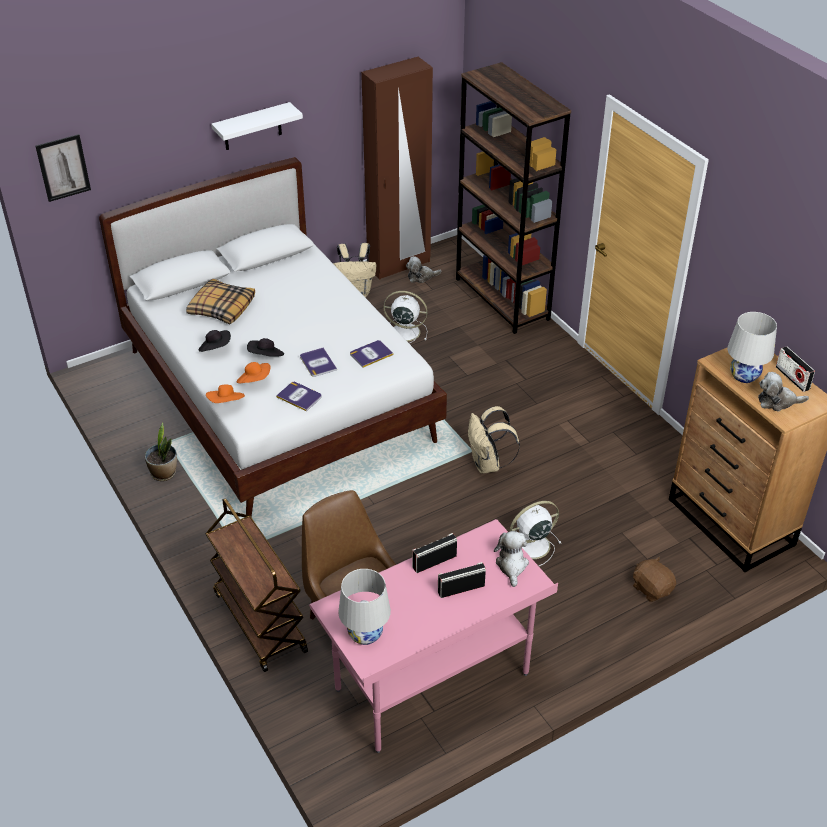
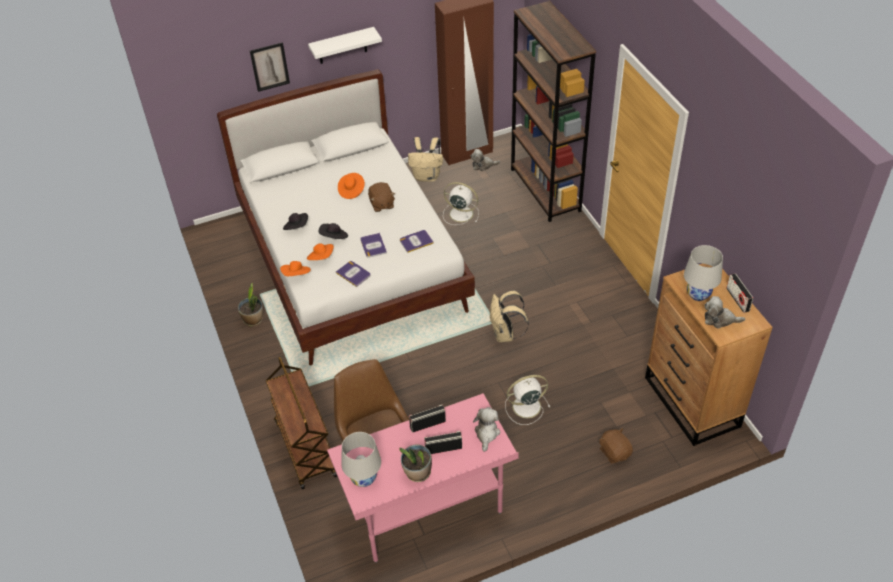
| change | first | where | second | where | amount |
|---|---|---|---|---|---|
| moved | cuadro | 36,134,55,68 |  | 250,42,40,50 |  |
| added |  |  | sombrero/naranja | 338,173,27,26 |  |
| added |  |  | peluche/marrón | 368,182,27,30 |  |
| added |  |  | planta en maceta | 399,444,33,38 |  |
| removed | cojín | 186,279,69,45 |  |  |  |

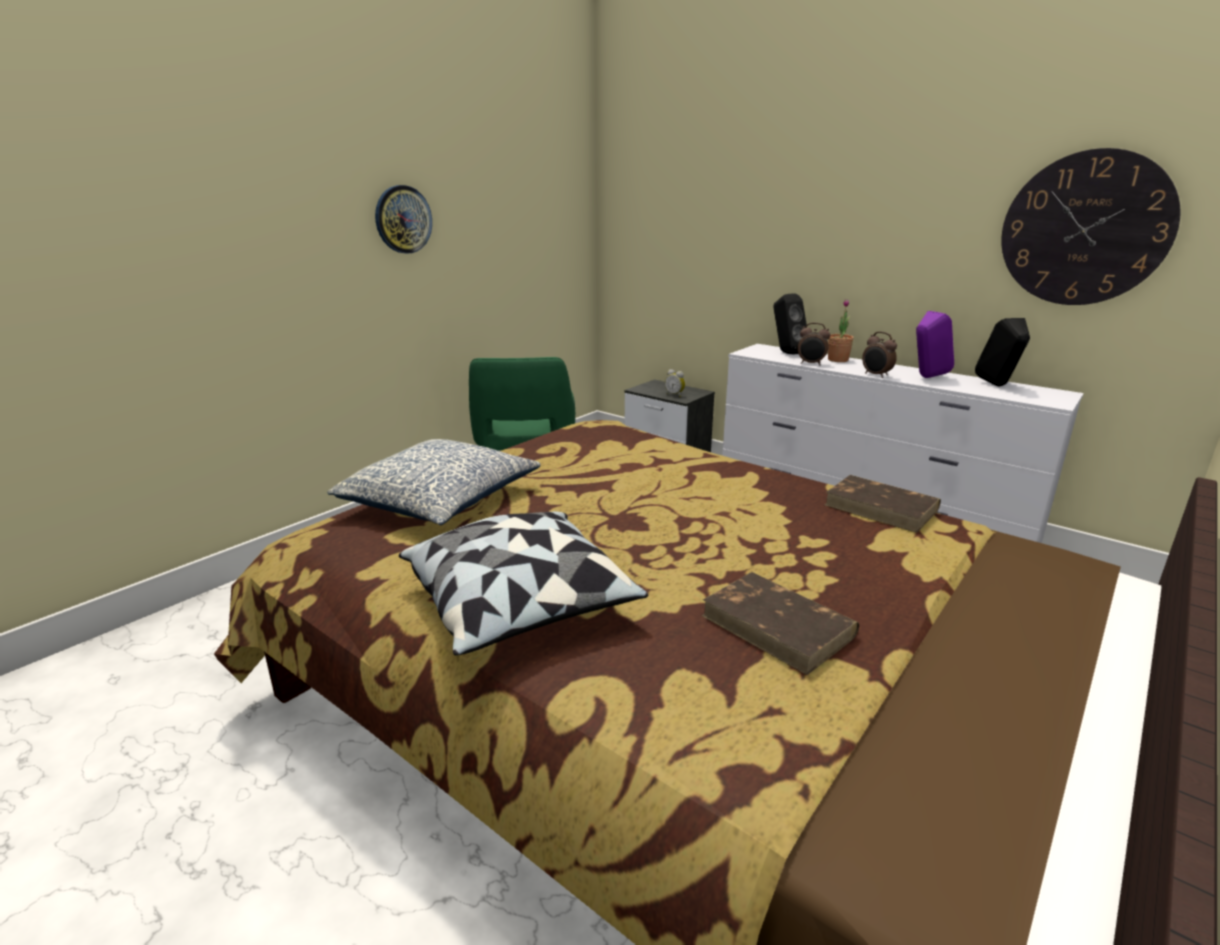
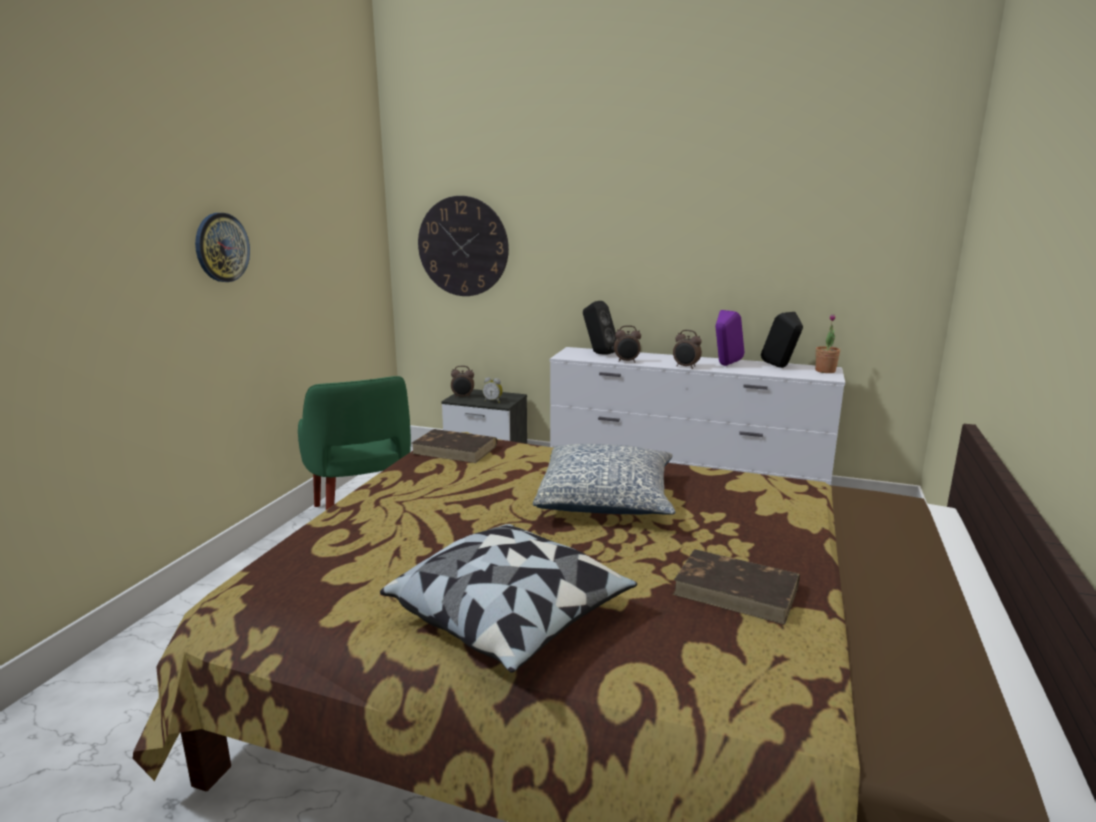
| change | first | where | second | where | amount |
|---|---|---|---|---|---|
| moved | libro/marrón | 825,475,116,58 |  | 412,429,85,34 |  |
| moved | reloj de pared | 1001,148,180,157 |  | 418,196,91,100 |  |
| added |  |  | despertador | 451,366,23,32 |  |
| moved | cojín | 327,439,214,86 |  | 533,444,142,71 |  |
| moved | planta en maceta | 828,299,26,63 |  | 815,314,25,59 |  |

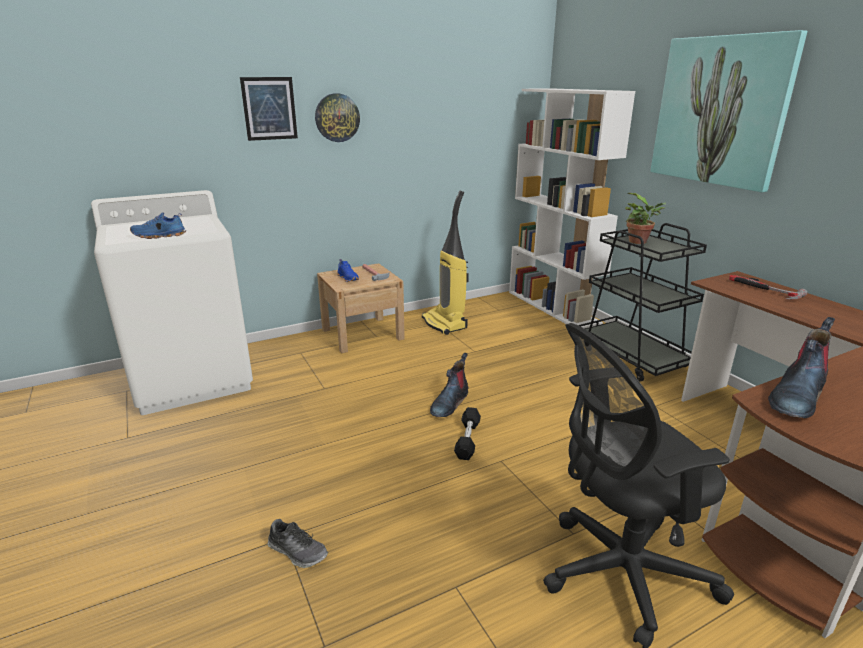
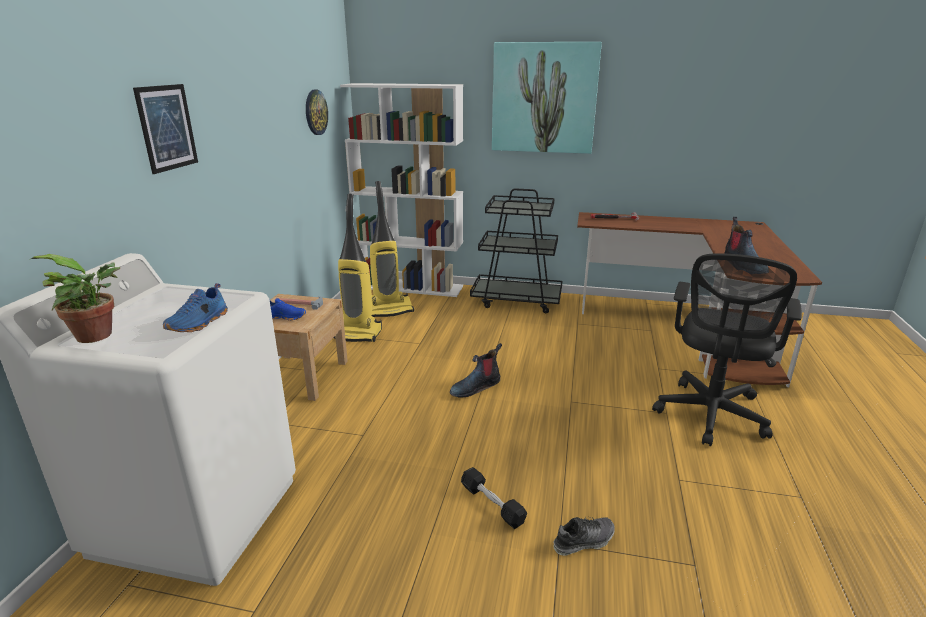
| change | first | where | second | where | amount |
|---|---|---|---|---|---|
| moved | planta en maceta | 625,193,41,51 |  | 31,254,89,89 |  |
| moved | reloj de pared | 315,93,45,49 |  | 306,90,22,45 |  |
| added |  |  | aspiradora | 370,181,44,136 |  |
| turned | bota | 430,353,38,64 |  | 450,343,52,55 | 75 degrees clockwise |
| moved | mancuerna/negro | 454,407,27,53 |  | 461,467,66,62 |  |

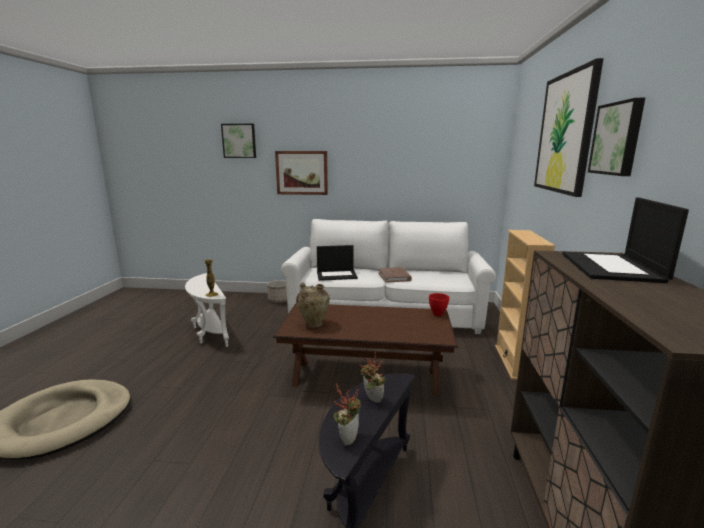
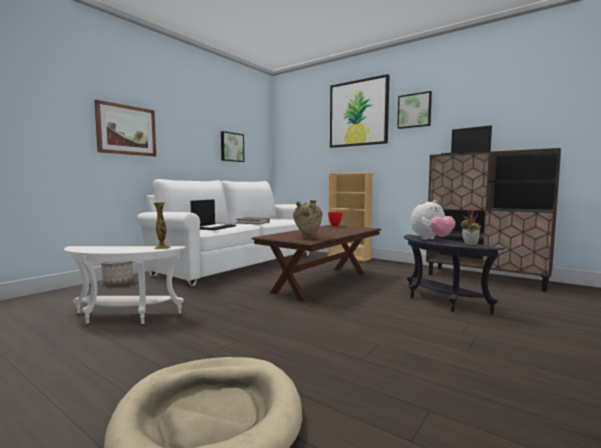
| change | first | where | second | where | amount |
|---|---|---|---|---|---|
| moved | cuadro | 221,124,35,34 |  | 221,131,23,31 |  |
| replaced | planta en maceta | 360,352,25,51 | peluche | 411,200,45,40 |  |

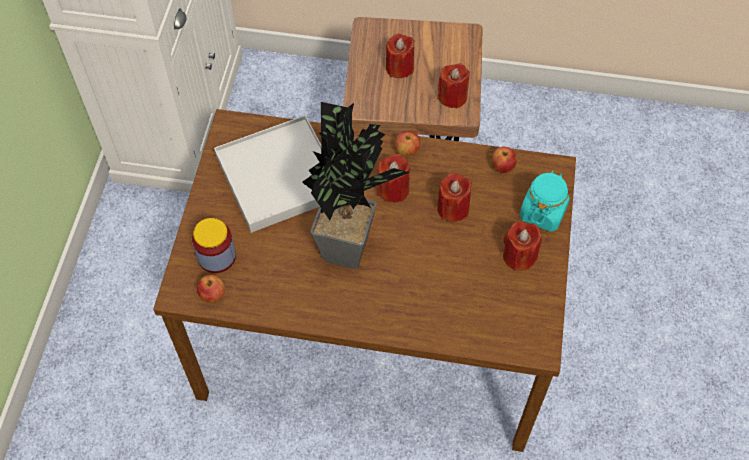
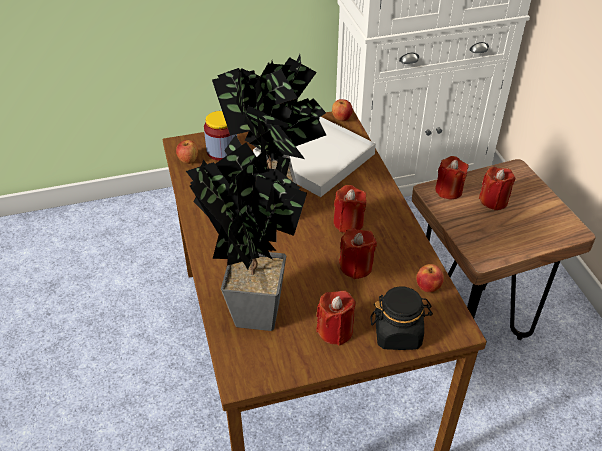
| change | first | where | second | where | amount |
|---|---|---|---|---|---|
| added |  |  | planta en maceta | 186,135,121,196 |  |
| moved | manzana | 395,131,25,25 |  | 332,99,21,22 |  |
| recoloured | tarro/turquesa | 520,170,50,62 | tarro/negro | 371,286,62,64 |  |
| moved | vela/rojo | 437,63,33,46 |  | 435,156,33,43 |  |

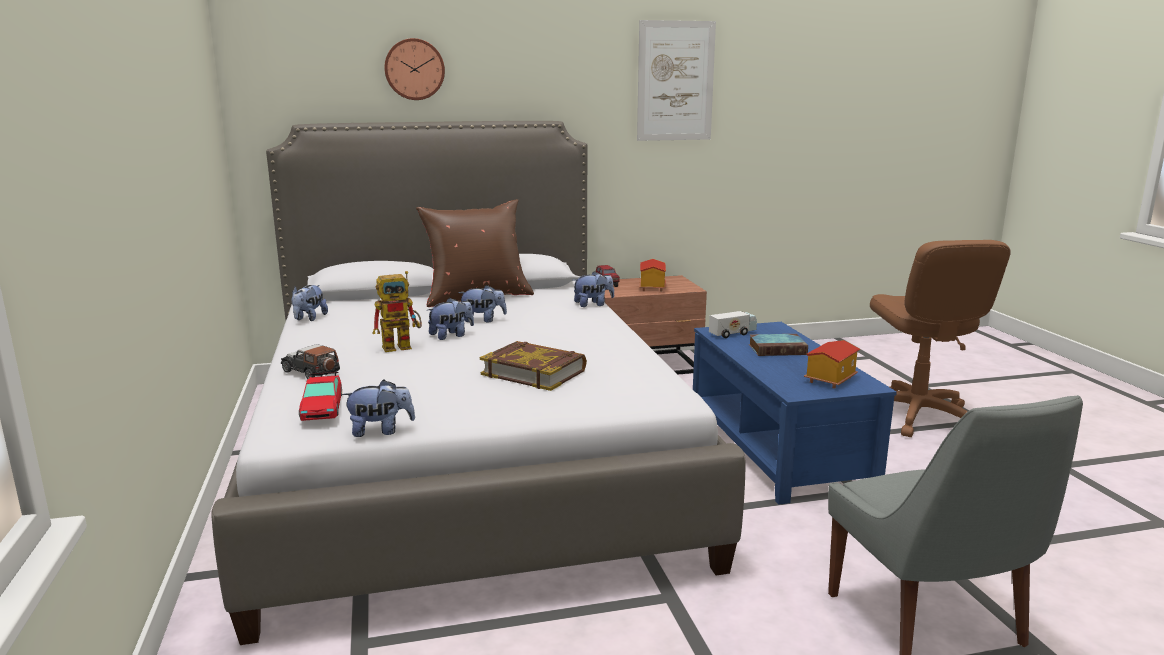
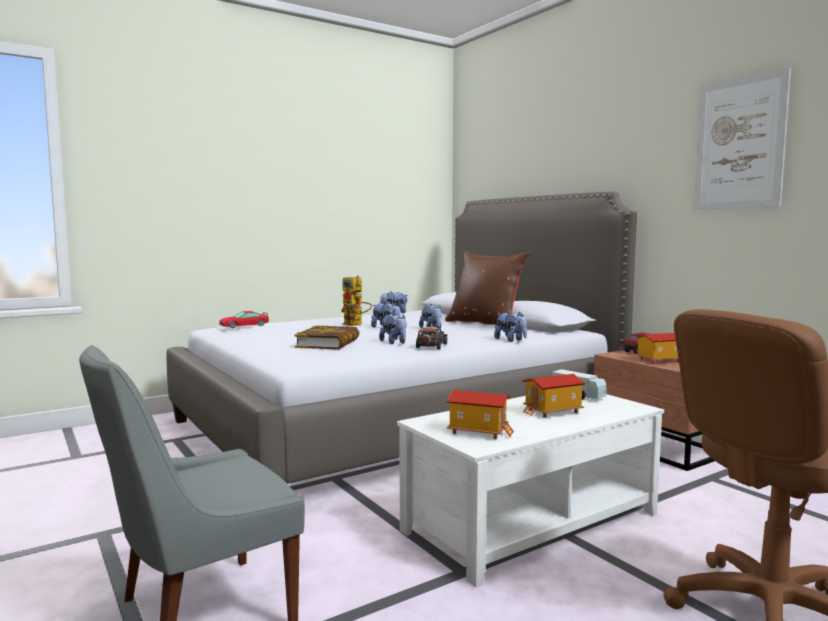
| change | first | where | second | where | amount |
|---|---|---|---|---|---|
| moved | peluche | 342,379,73,58 |  | 379,314,28,30 |  |
| recoloured | mesa de centro/azul | 693,322,204,183 | mesa de centro/blanco | 397,394,267,193 |  |
| moved | coche de juguete | 281,344,59,35 |  | 416,327,32,22 |  |
| replaced | libro | 749,334,59,22 | casita | 522,374,63,44 |  |
| removed | reloj de pared | 384,38,61,62 |  |  |  |

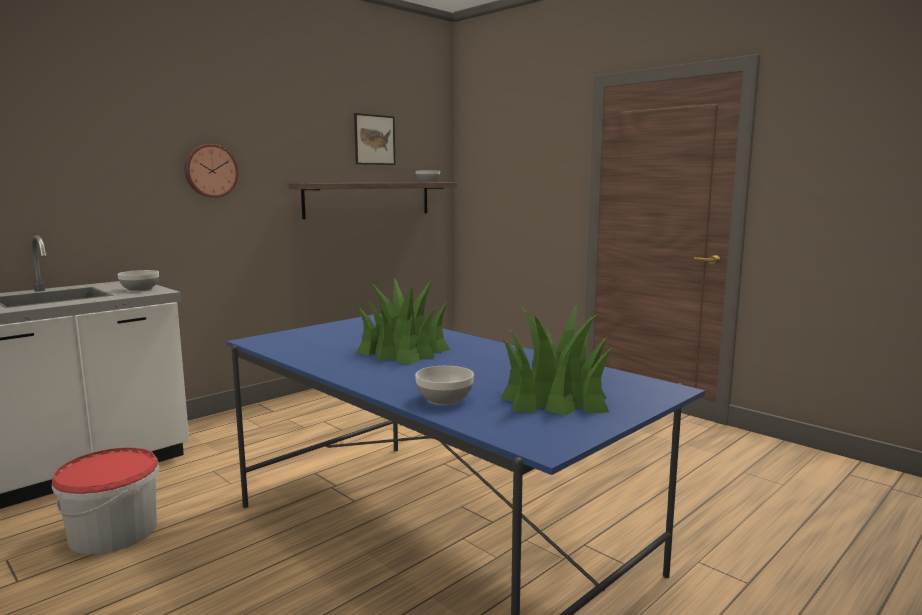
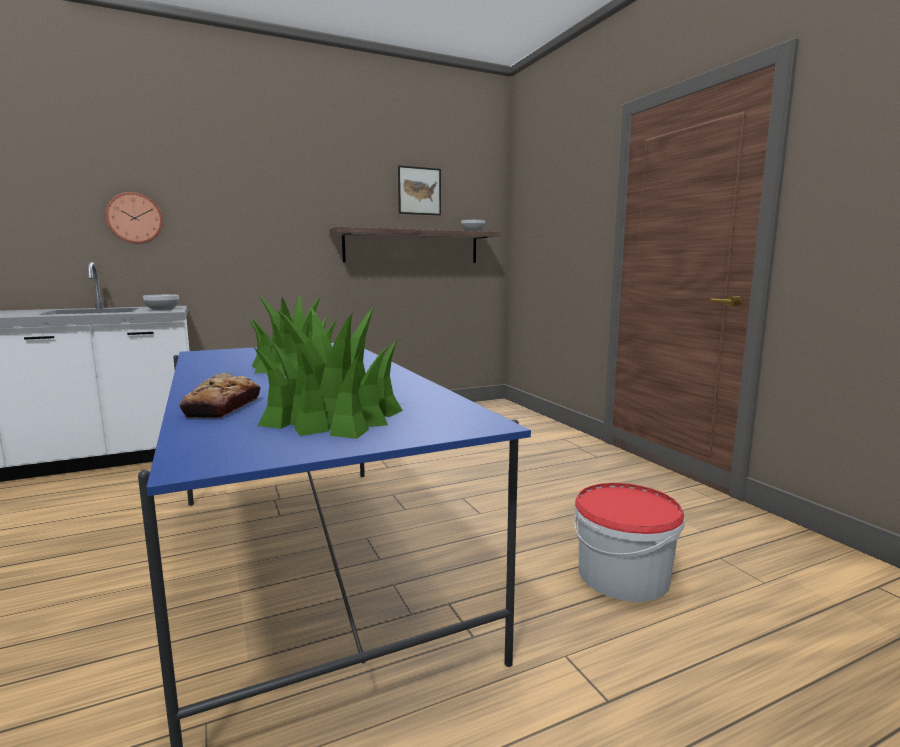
| change | first | where | second | where | amount |
|---|---|---|---|---|---|
| moved | reloj de pared | 184,144,55,54 |  | 105,192,58,52 |  |
| replaced | cuenco | 415,366,59,39 | pan | 180,373,80,45 |  |
| moved | cubo | 52,447,107,108 |  | 574,483,111,119 |  |

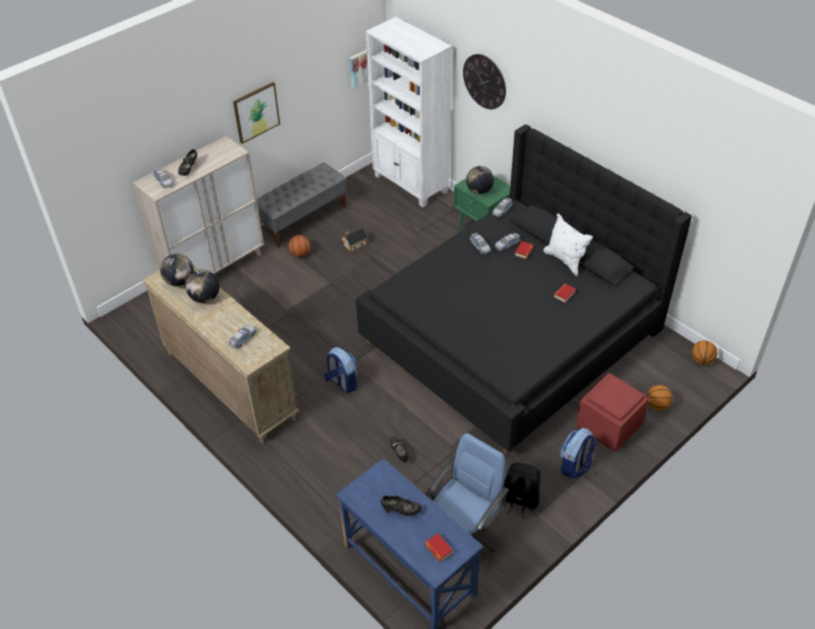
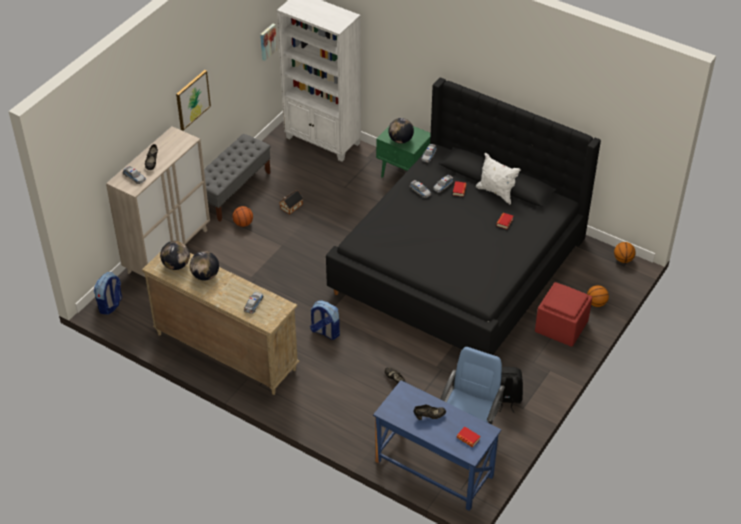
| change | first | where | second | where | amount |
|---|---|---|---|---|---|
| moved | mochila | 560,428,36,50 |  | 94,272,28,43 |  |
| removed | reloj de pared | 463,54,43,55 |  |  |  |

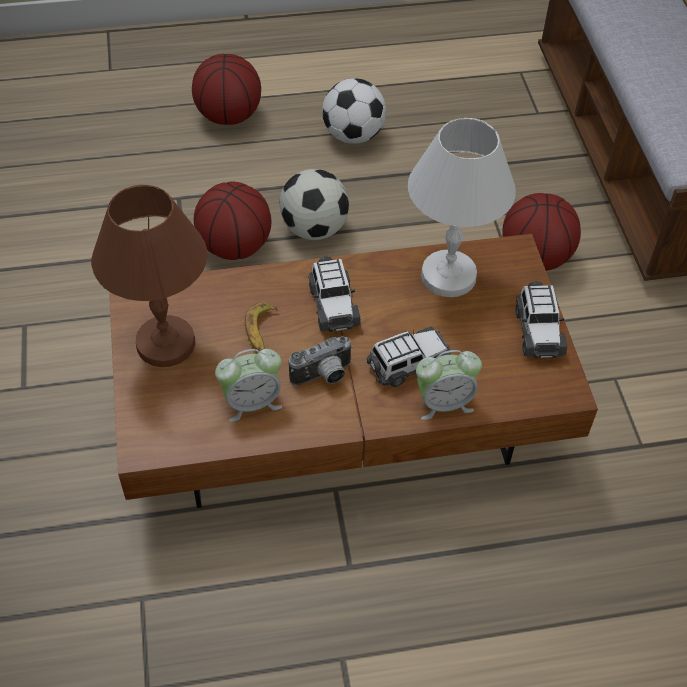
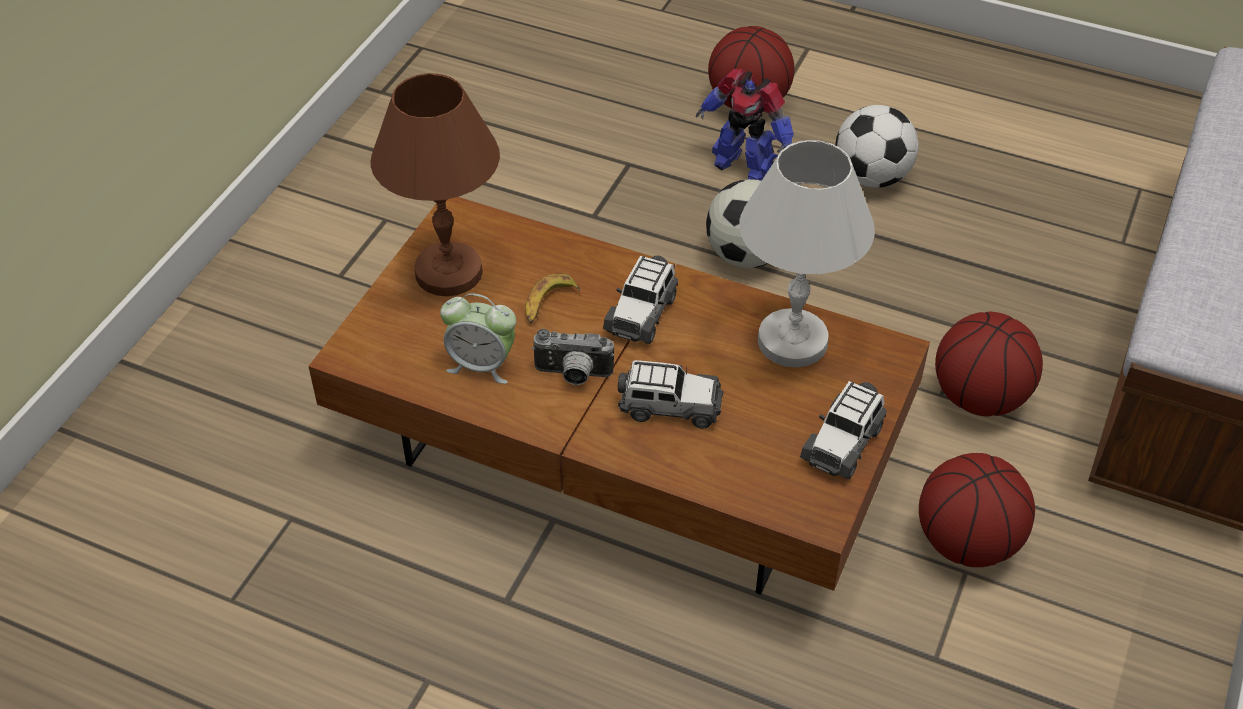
| change | first | where | second | where | amount |
|---|---|---|---|---|---|
| added |  |  | robot de juguete | 696,69,98,112 |  |
| moved | balón de baloncesto | 194,181,77,79 |  | 919,453,116,114 |  |
| removed | despertador | 416,350,66,70 |  |  |  |

